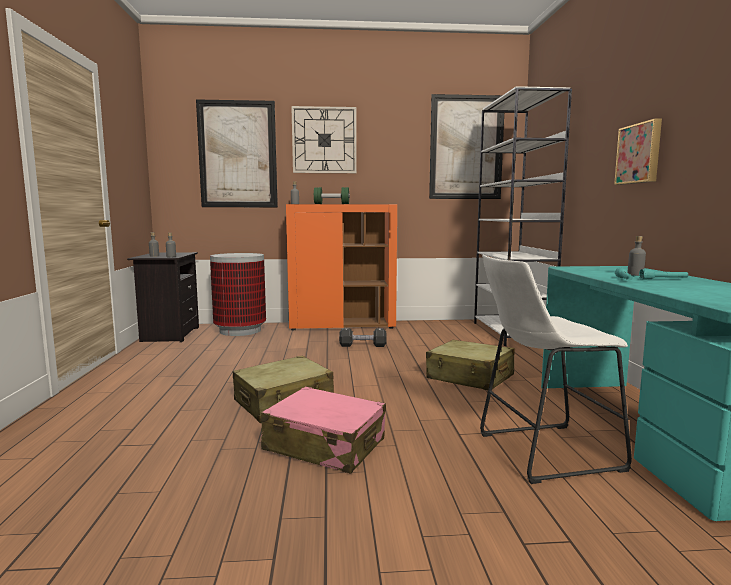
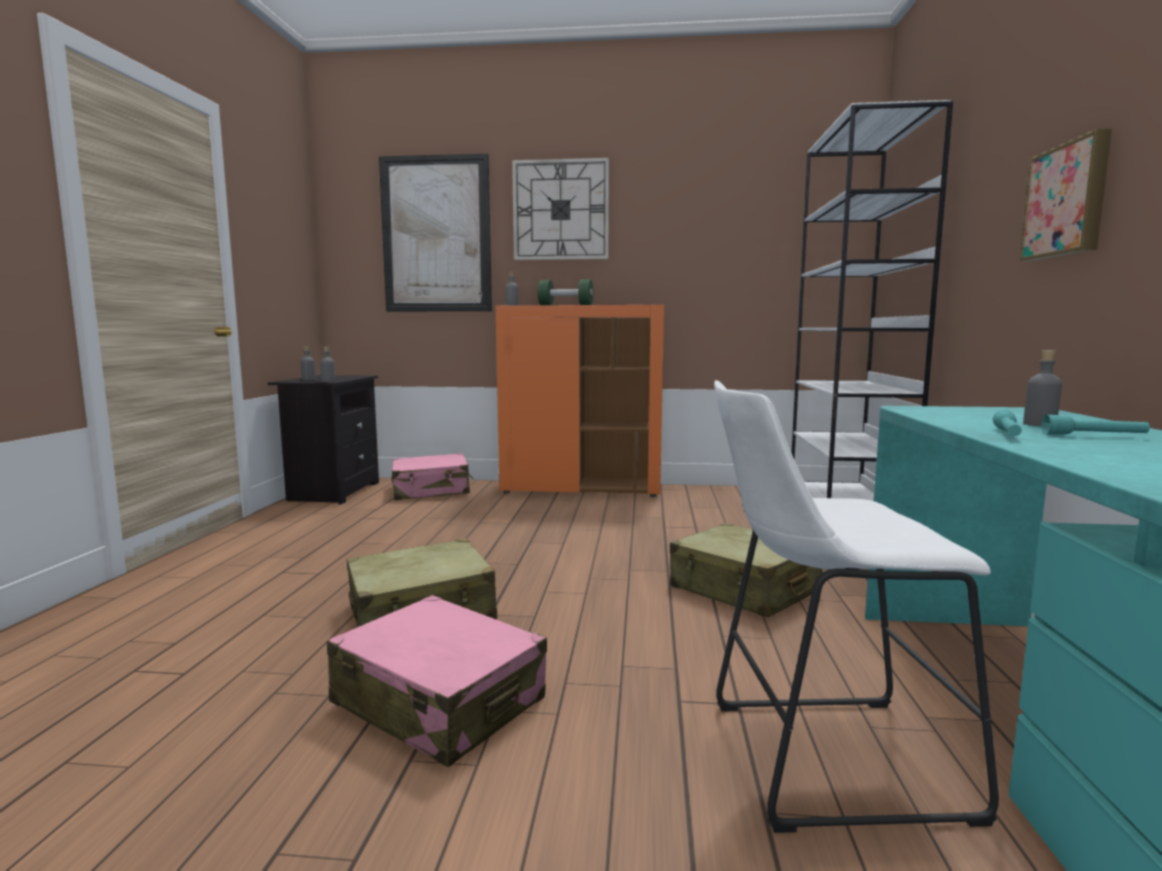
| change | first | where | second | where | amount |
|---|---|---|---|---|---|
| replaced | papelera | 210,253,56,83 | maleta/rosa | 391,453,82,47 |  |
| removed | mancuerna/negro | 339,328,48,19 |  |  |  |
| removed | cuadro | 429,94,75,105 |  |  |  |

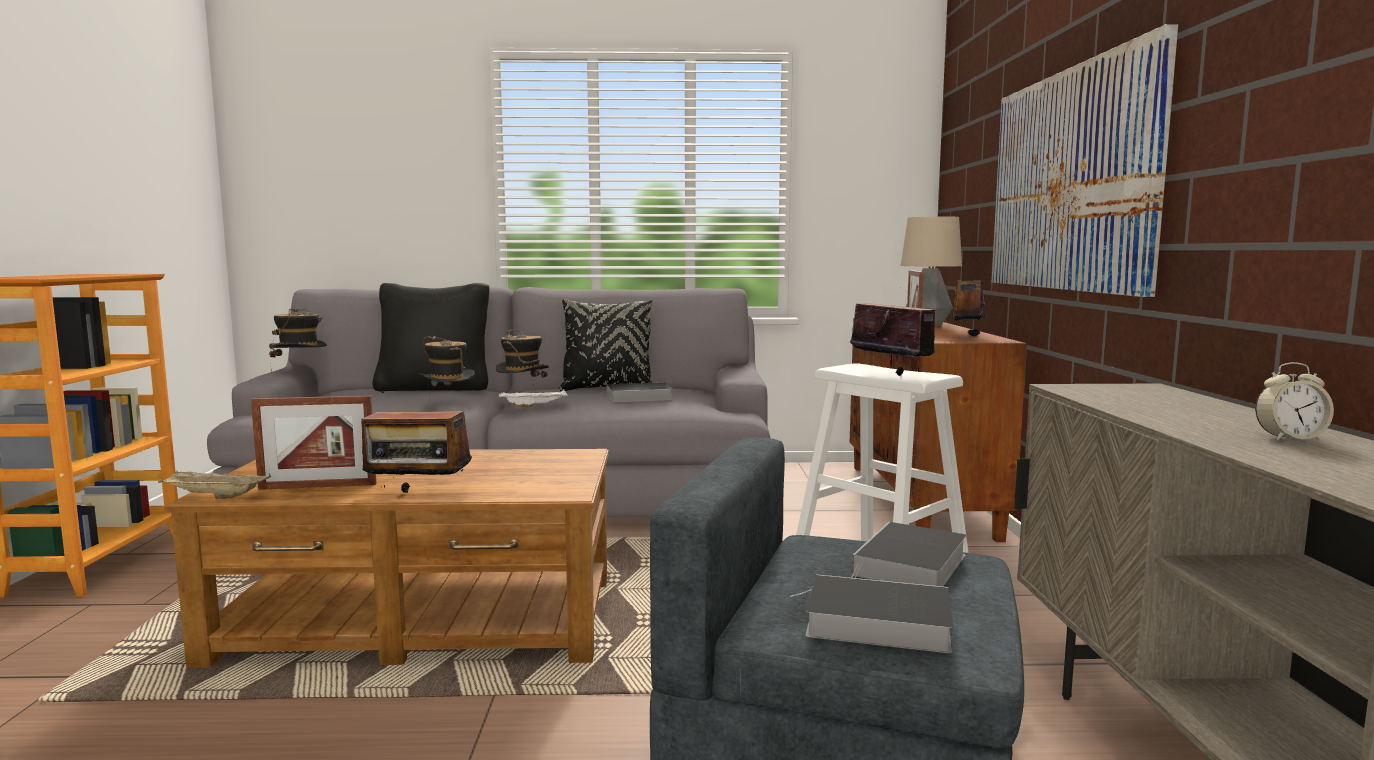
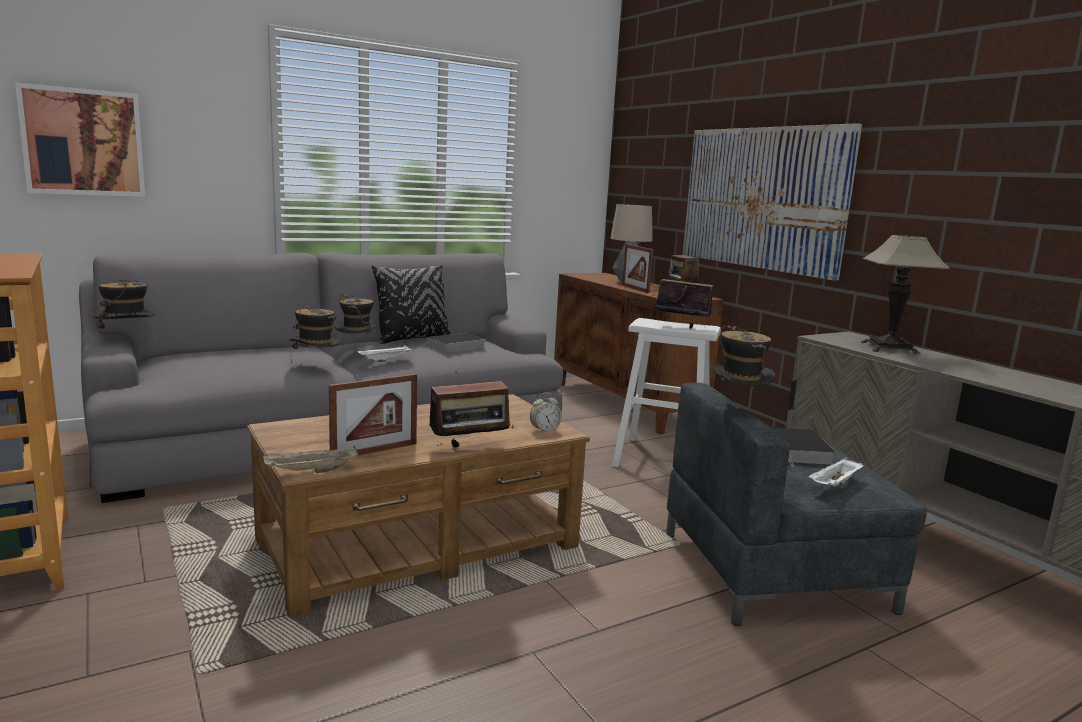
| change | first | where | second | where | amount |
|---|---|---|---|---|---|
| added |  |  | cuadro | 15,82,130,115 |  |
| moved | despertador | 1255,362,79,79 |  | 530,393,32,40 |  |
| added |  |  | sombrero | 710,326,65,73 |  |
| replaced | libro | 790,574,163,79 | bandeja/blanco | 808,457,56,29 |  |
| added |  |  | lámpara de mesa | 861,235,89,120 |  |
| removed | cojín/negro | 372,283,118,108 |  |  |  |

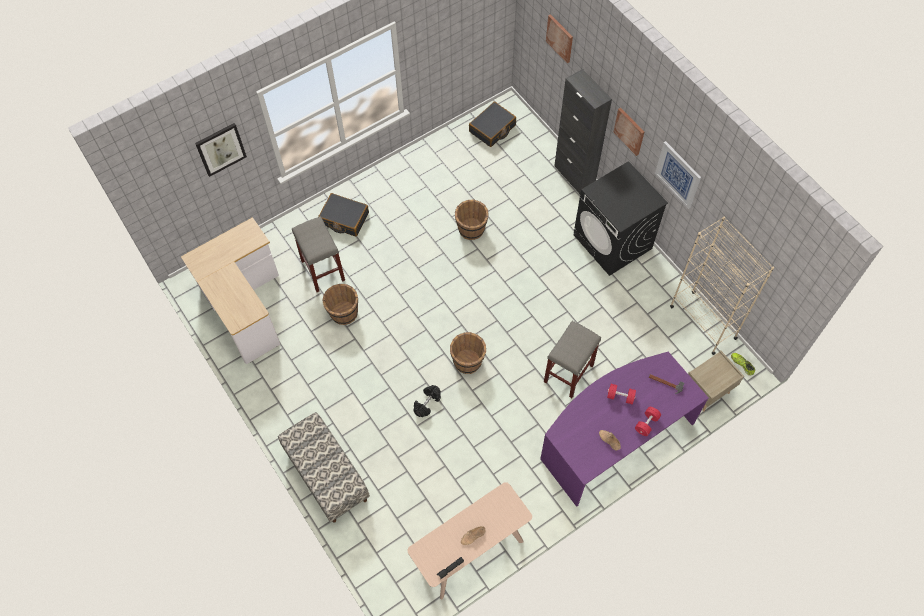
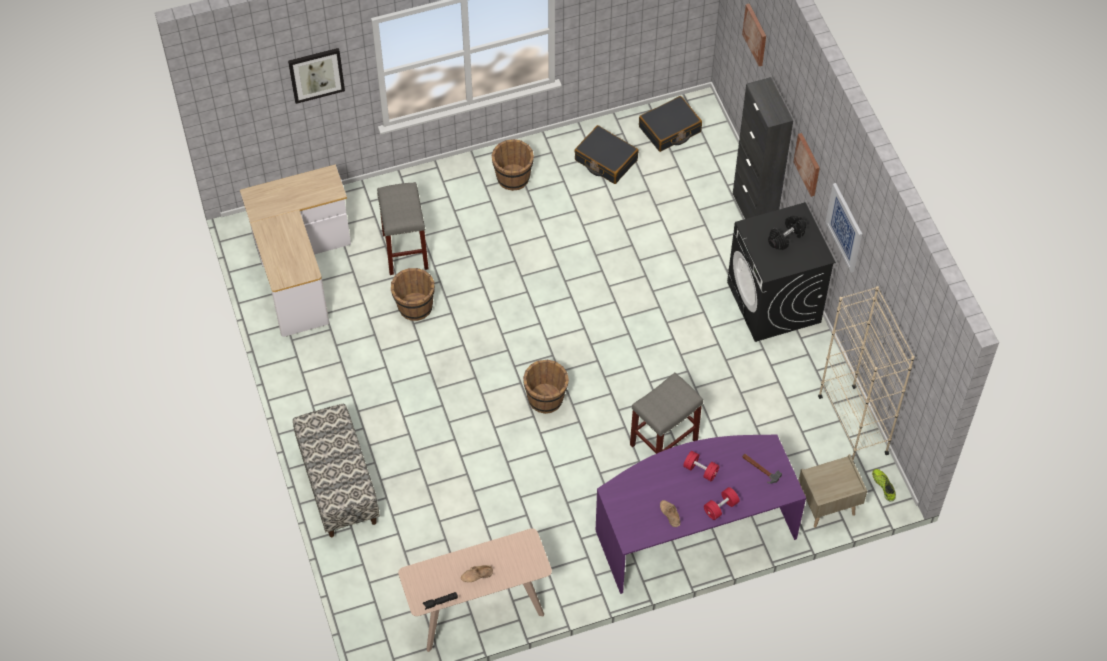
| change | first | where | second | where | amount |
|---|---|---|---|---|---|
| moved | cubo/marrón | 455,199,34,41 |  | 492,139,42,52 |  |
| moved | maleta/negro | 318,193,51,44 |  | 574,125,64,59 |  |
| moved | mancuerna/negro | 414,385,27,32 |  | 768,216,38,34 |  |

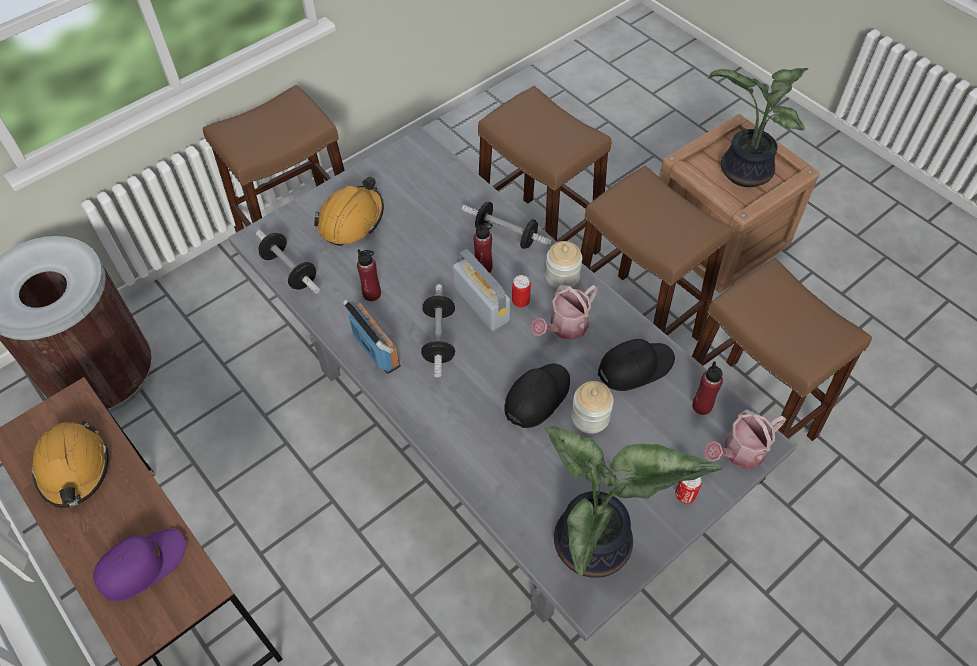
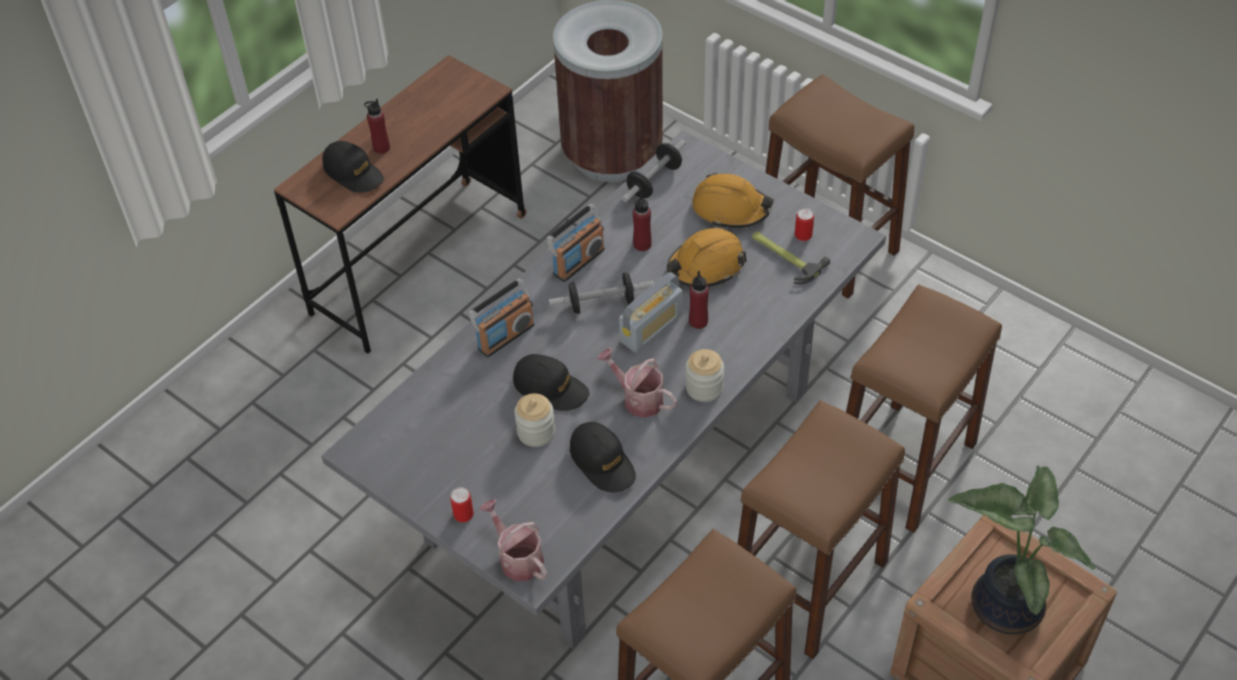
| change | first | where | second | where | amount |
|---|---|---|---|---|---|
| recoloured | gorra/morado | 93,529,93,73 | gorra/negro | 322,141,62,52 |  |
| moved | botella/rojo | 692,361,31,54 |  | 364,99,26,55 |  |
| added |  |  | radio | 468,279,66,79 |  |
| moved | casco/naranja | 32,421,77,87 |  | 667,228,80,59 |  |
| added |  |  | martillo | 752,231,78,53 |  |
| moved | lata | 512,275,19,32 |  | 795,208,19,33 |  |
| removed | mancuerna | 462,202,91,47 |  |  |  |
| removed | planta en maceta | 545,426,177,152 |  |  |  |

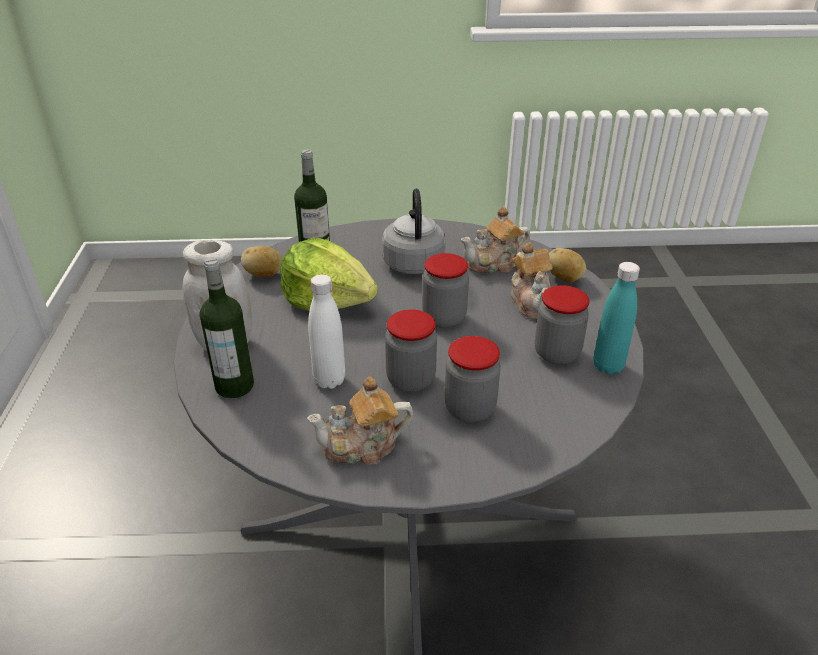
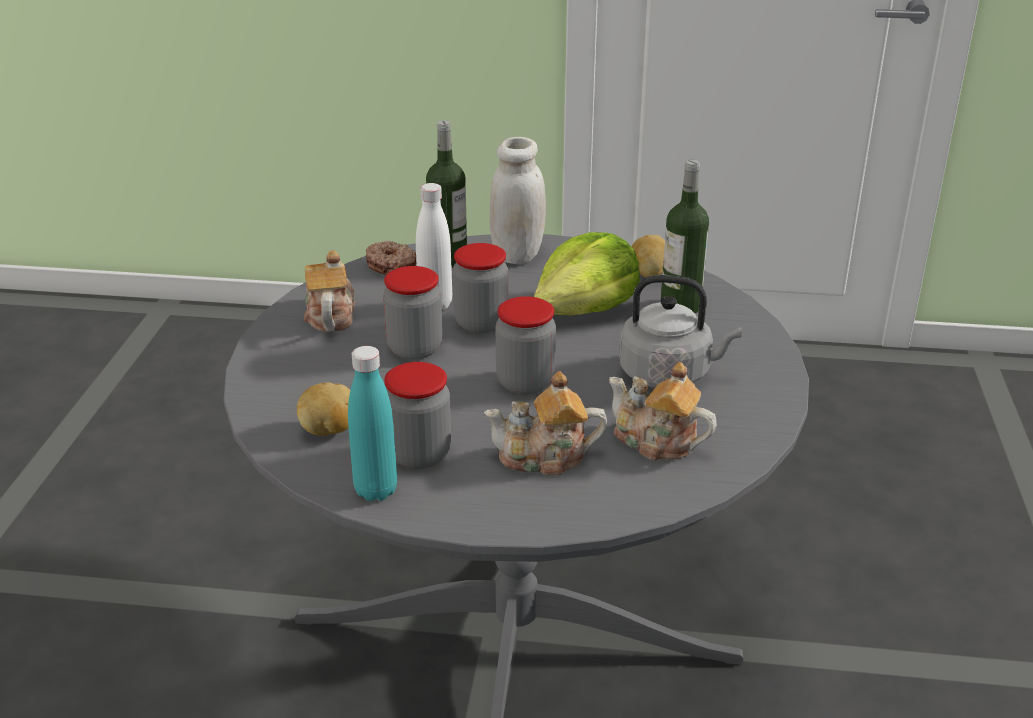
| change | first | where | second | where | amount |
|---|---|---|---|---|---|
| moved | patata | 549,248,37,34 |  | 297,382,53,54 |  |
| added |  |  | rosquilla | 366,241,50,34 |  |
| moved | tarro | 445,336,56,86 |  | 453,243,55,90 |  |
| turned | tetera | 461,207,69,66 |  | 609,362,108,98 | 45 degrees counterclockwise |

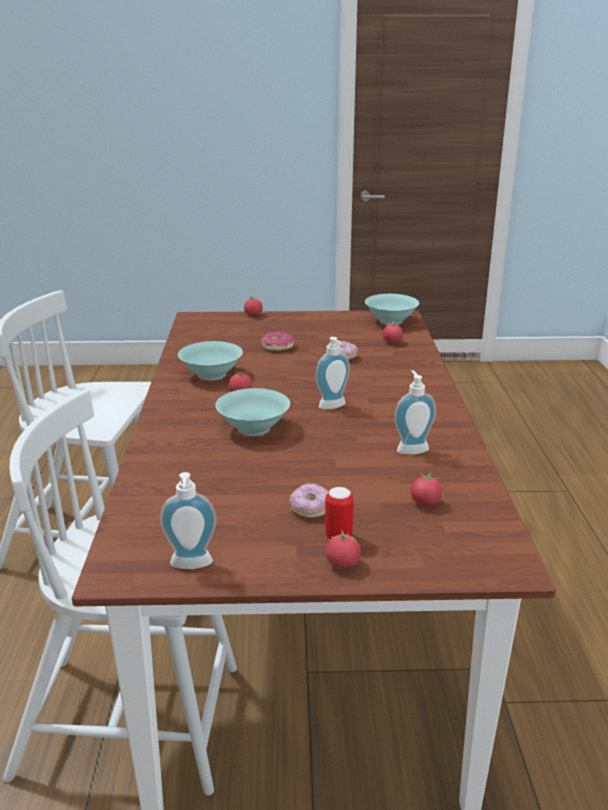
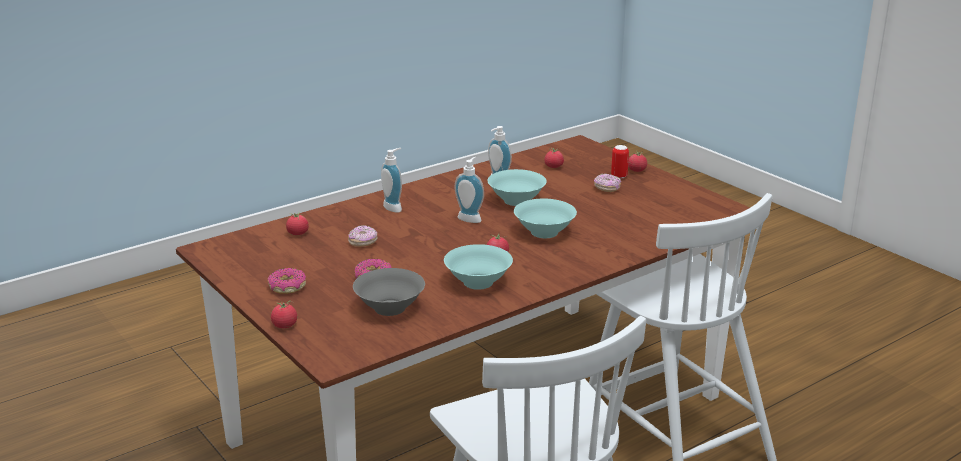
| change | first | where | second | where | amount |
|---|---|---|---|---|---|
| added |  |  | rosquilla | 268,268,38,26 |  |
| added |  |  | cuenco/gris | 353,268,72,48 |  |
| moved | dispensador de jabón | 160,472,57,97 |  | 381,148,21,65 |  |
| moved | cuenco/turquesa | 365,294,54,31 |  | 487,169,60,37 |  |

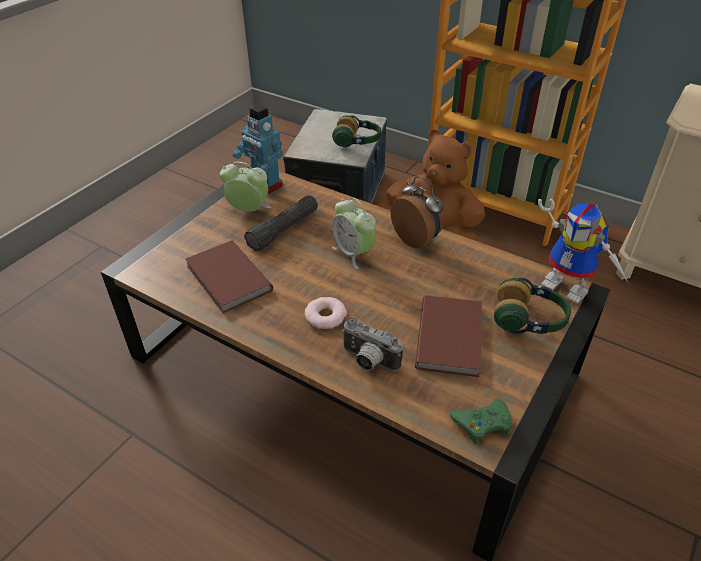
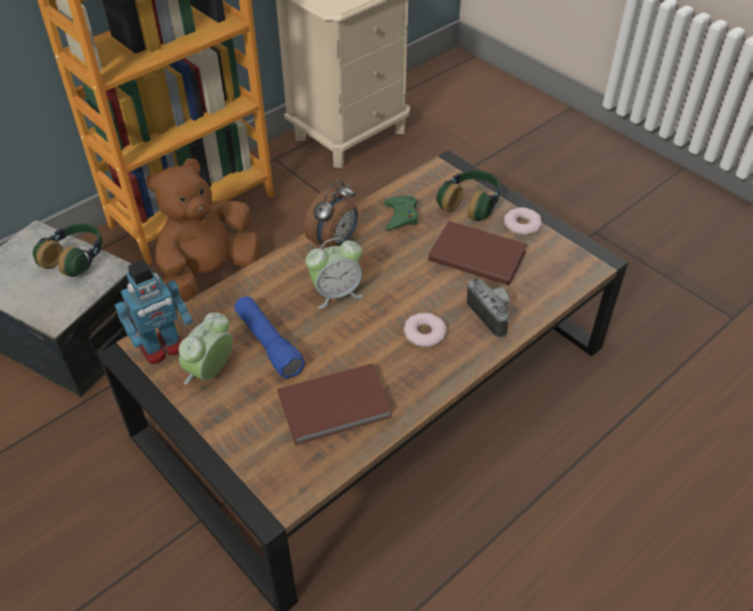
| change | first | where | second | where | amount |
|---|---|---|---|---|---|
| recoloured | linterna/negro | 244,195,74,56 | linterna/azul | 234,296,71,83 |  |
| turned | despertador | 391,176,52,73 |  | 304,180,54,68 | 150 degrees clockwise |
| moved | mando de consola/verde | 449,399,63,45 |  | 384,196,35,34 |  |
| turned | cámara | 342,318,61,53 |  | 467,278,43,60 | 75 degrees counterclockwise |
| added |  |  | rosquilla | 504,207,38,28 |  |
| removed | robot de juguete | 538,199,91,105 |  |  |  |

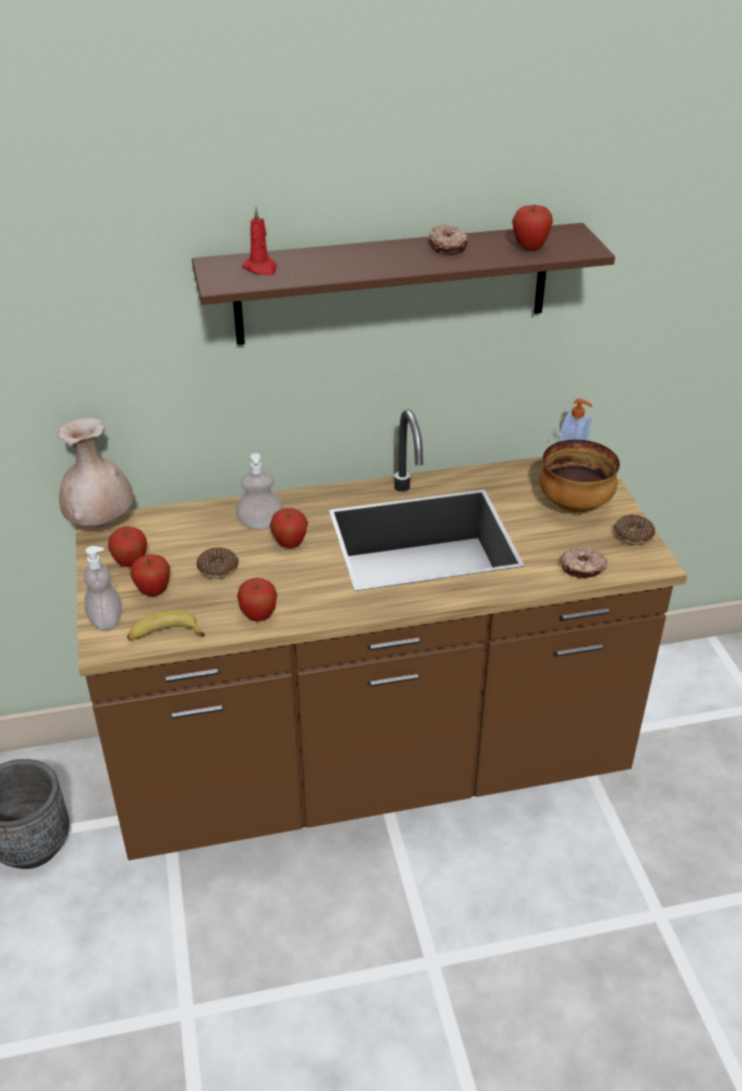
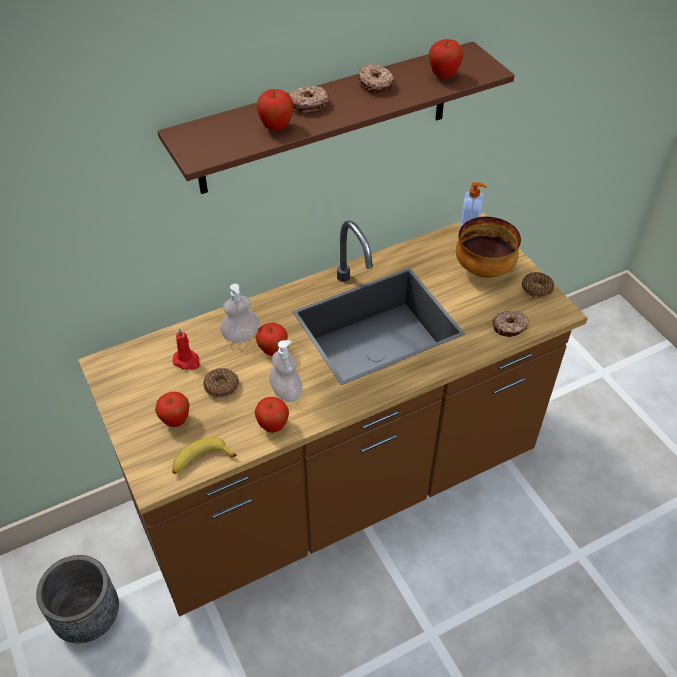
| change | first | where | second | where | amount |
|---|---|---|---|---|---|
| moved | vela/rojo | 242,207,35,68 |  | 172,328,28,42 |  |
| moved | manzana | 108,526,39,41 |  | 257,89,36,42 |  |
| moved | dispensador de jabón | 84,546,38,85 |  | 269,340,33,62 |  |
| added |  |  | rosquilla | 289,85,40,29 |  |
| removed | florero/beis | 58,418,76,109 |  |  |  |

